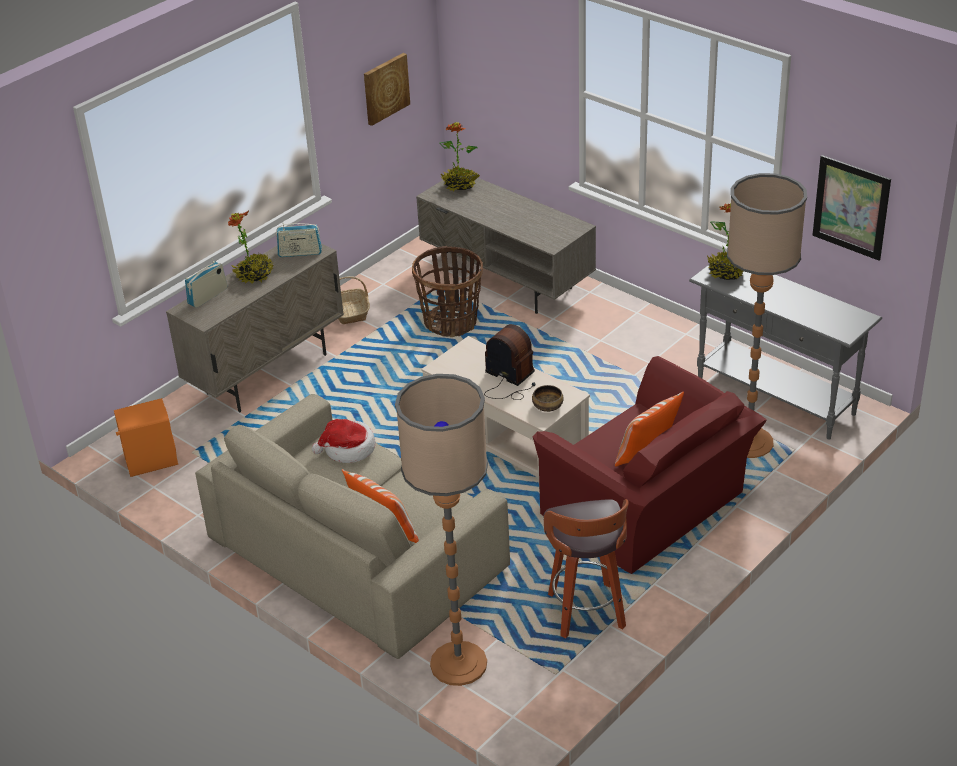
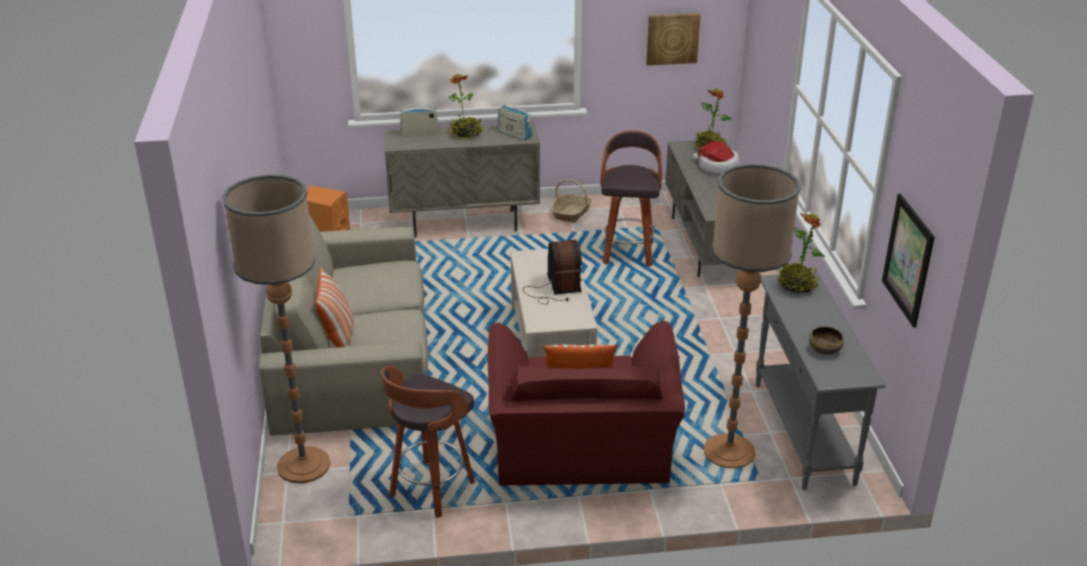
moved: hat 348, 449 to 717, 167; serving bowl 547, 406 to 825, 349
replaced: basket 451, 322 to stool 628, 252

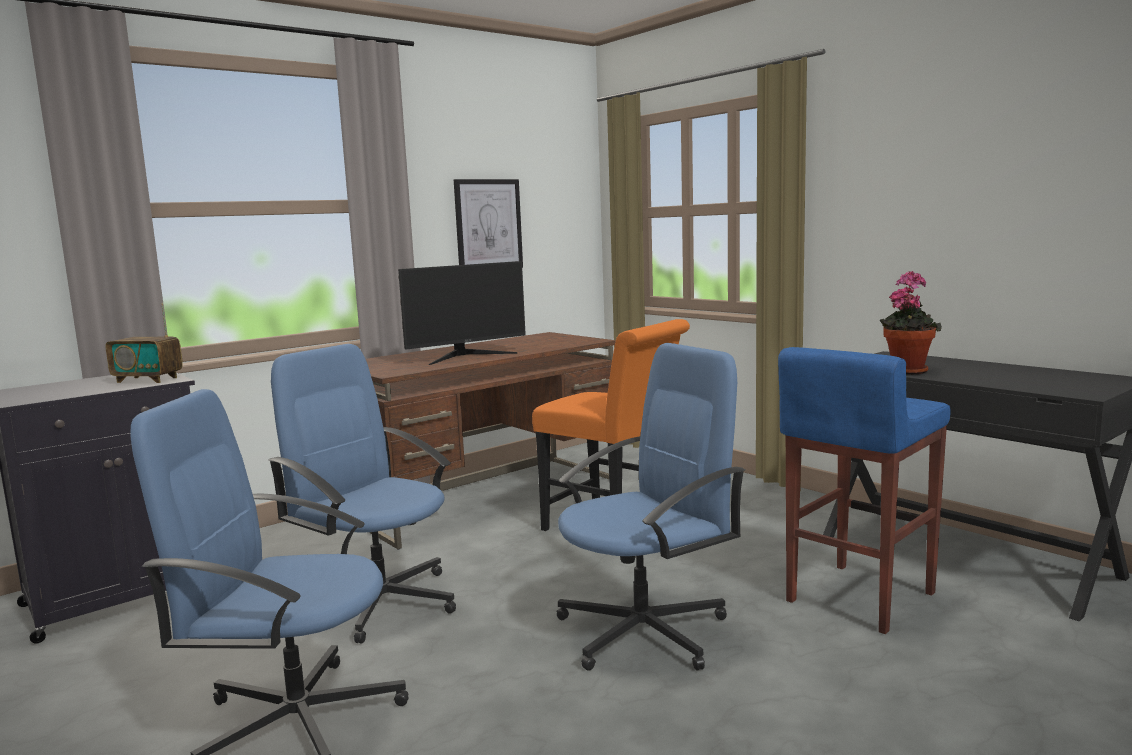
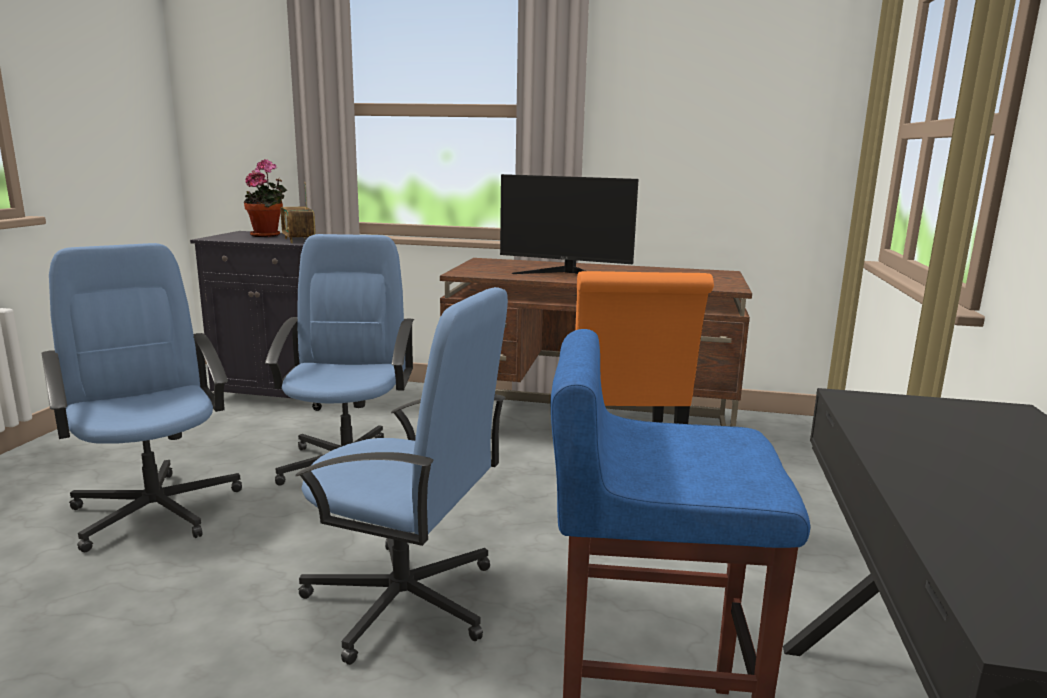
removed: picture 488, 225
moved: plant in a pot 907, 370 to 268, 235

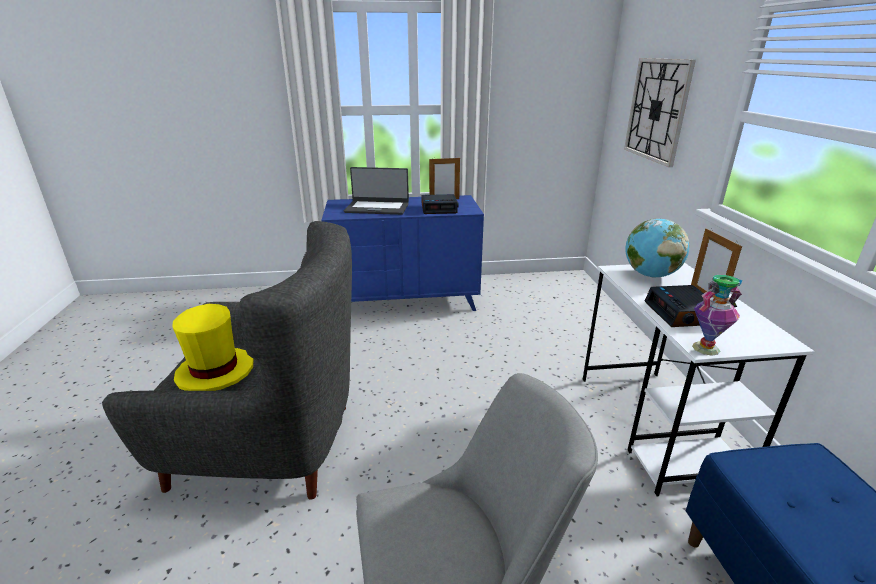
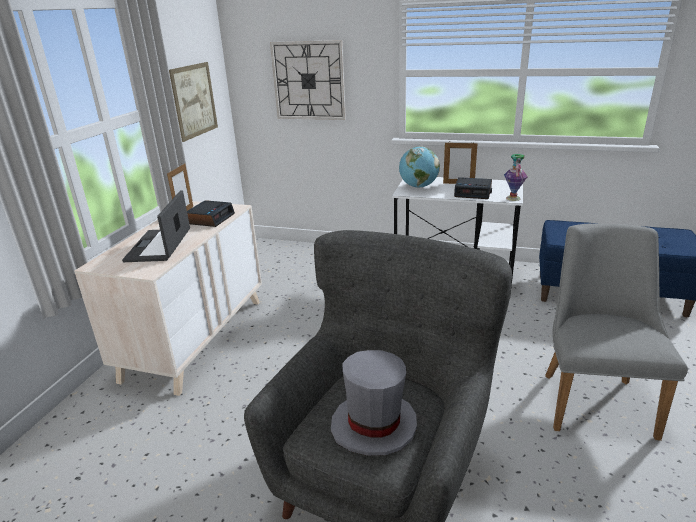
added: picture 193, 100
recoloured: hat in yellowish 215, 372 to hat in gray 374, 425; drawer chest in blue-coloured 405, 301 to drawer chest in beige 196, 338
turned: portable computer 377, 208 = 160, 245 150 degrees clockwise

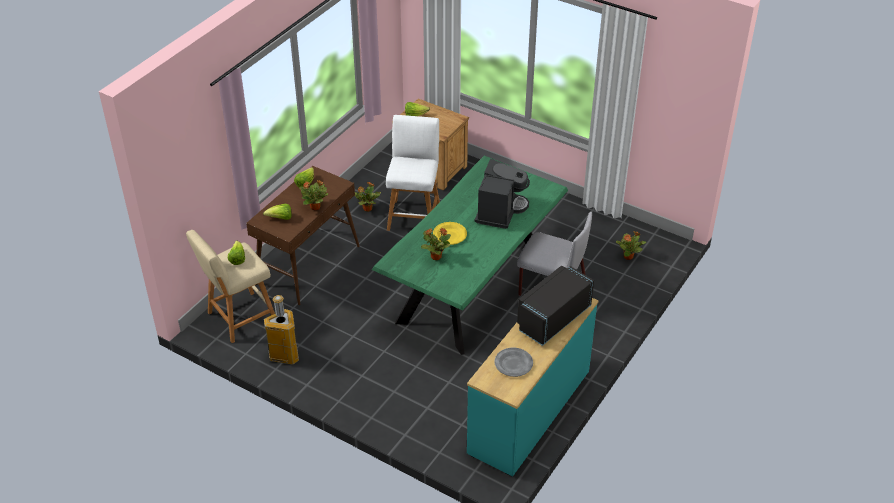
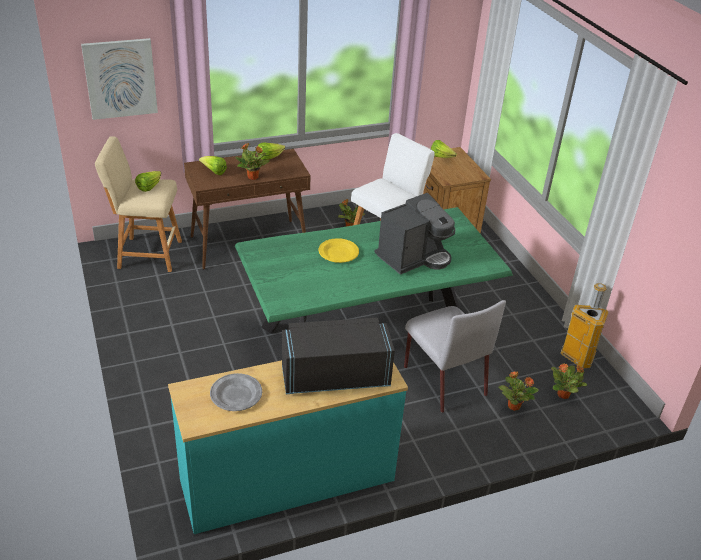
added: picture 120, 78
moved: trash can 284, 356 to 577, 357; plant in a pot 435, 256 to 513, 406

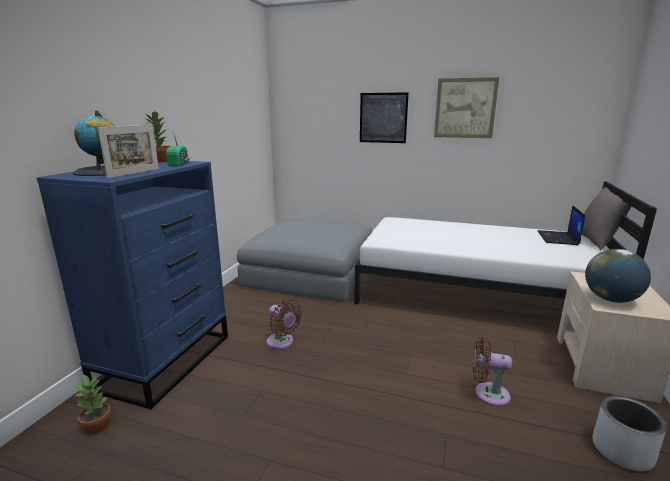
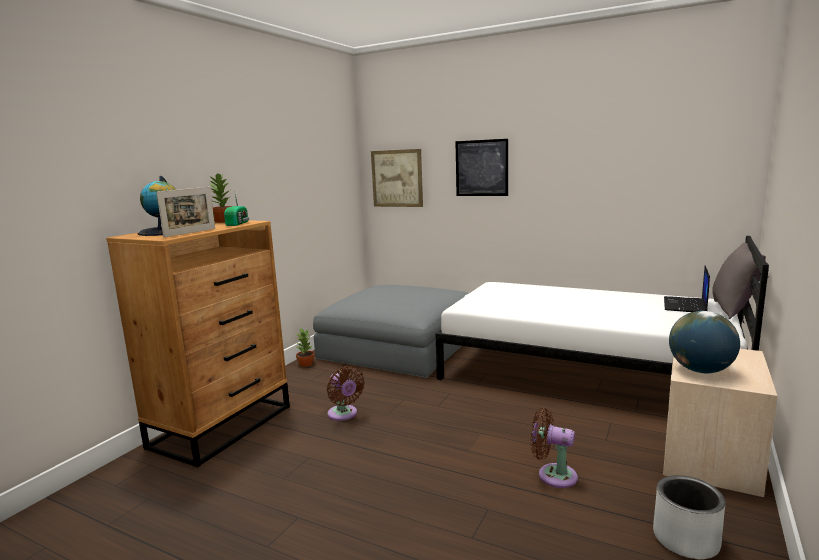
moved: plant in a pot 98, 426 to 306, 364; picture 465, 108 to 397, 178
recoloured: drawer chest in blue-coloured 166, 361 to drawer chest in brown 223, 426

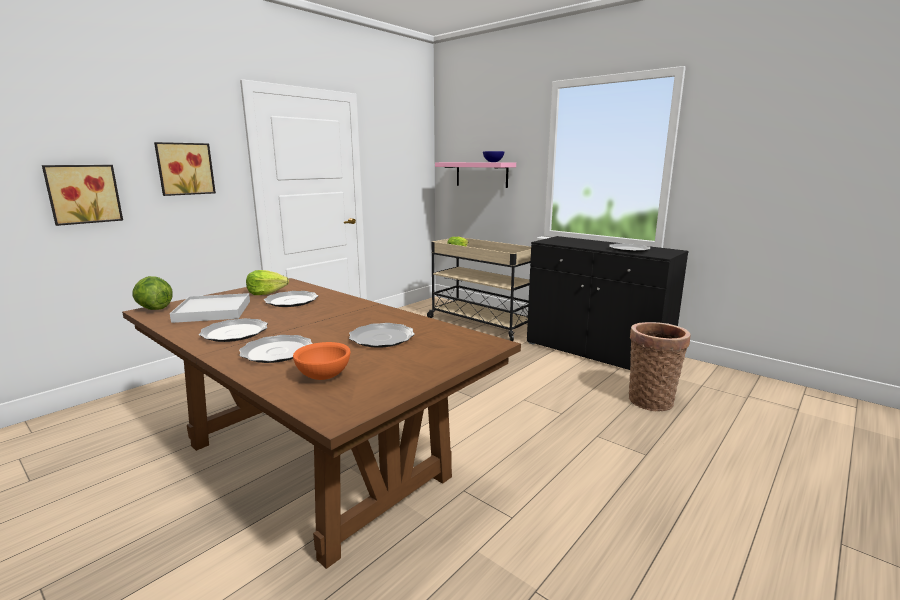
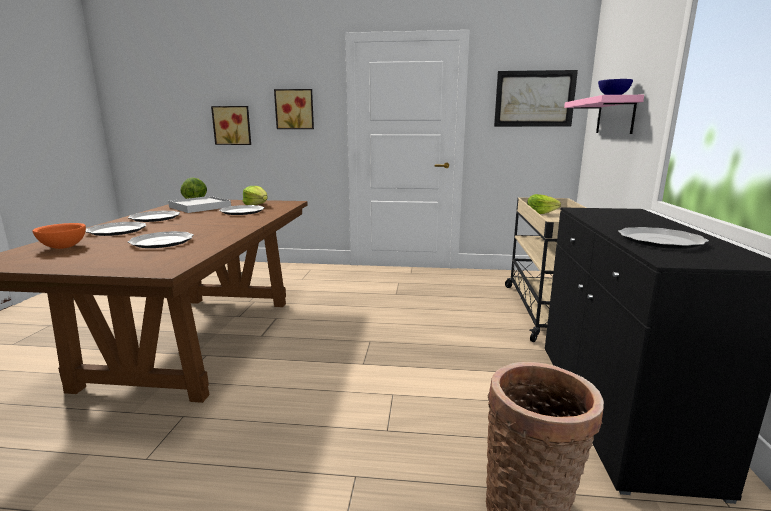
added: picture 534, 99

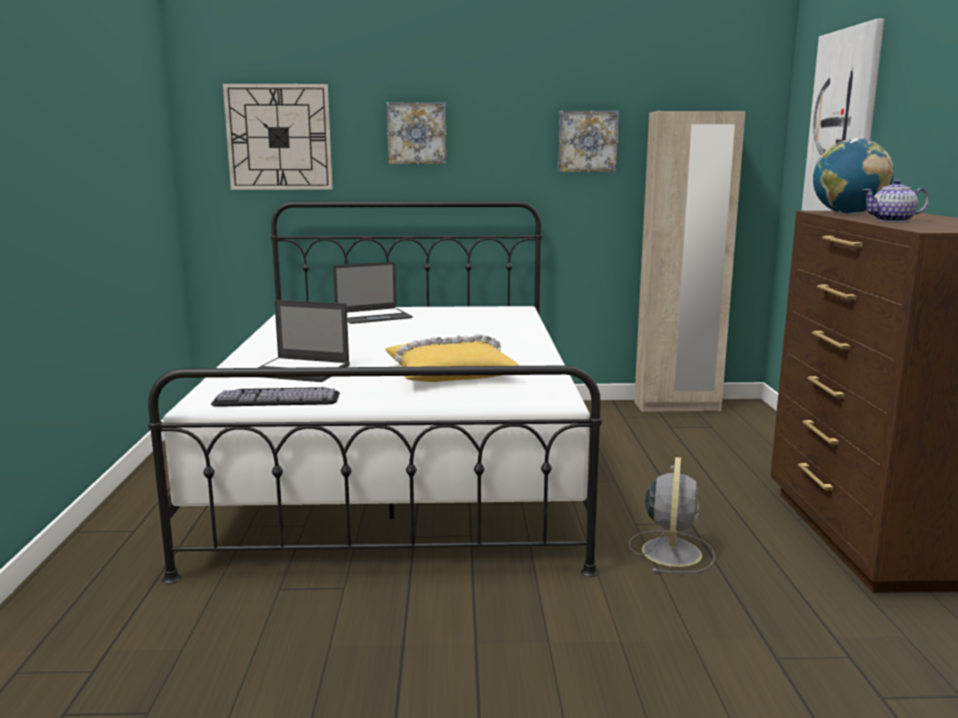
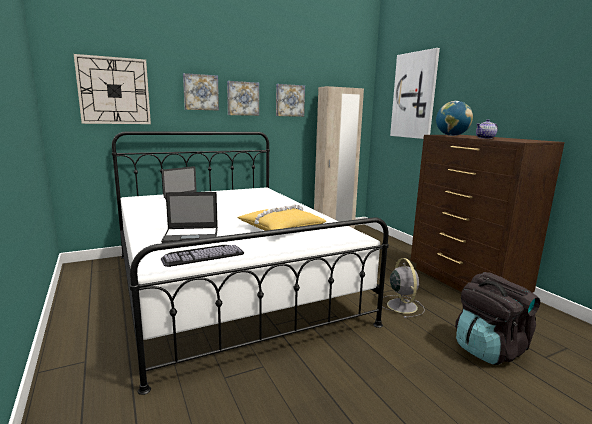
added: picture 242, 98; backpack in black 489, 349

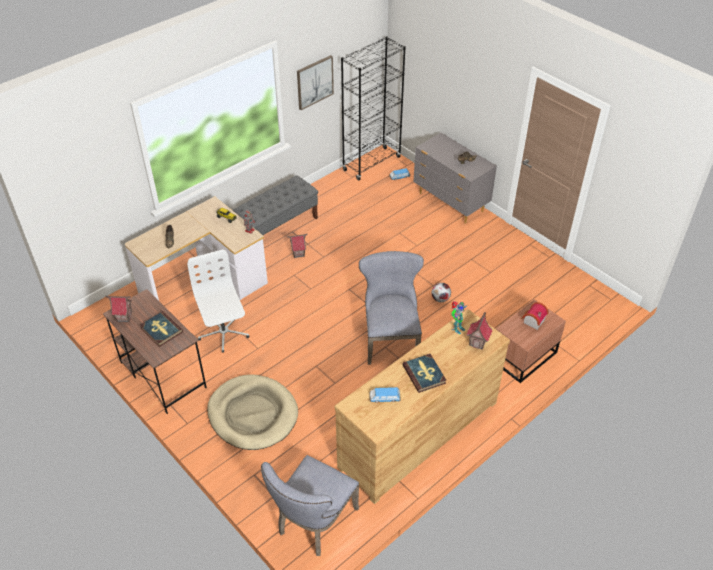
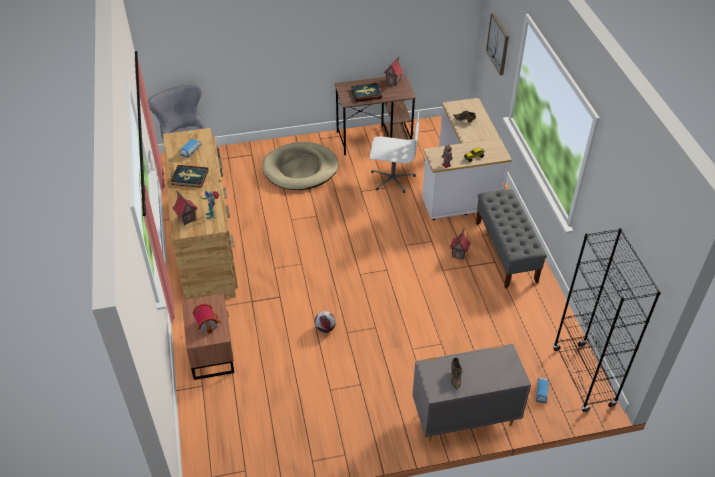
removed: plain chair in gray 390, 338
moved: picture 314, 82 to 498, 43

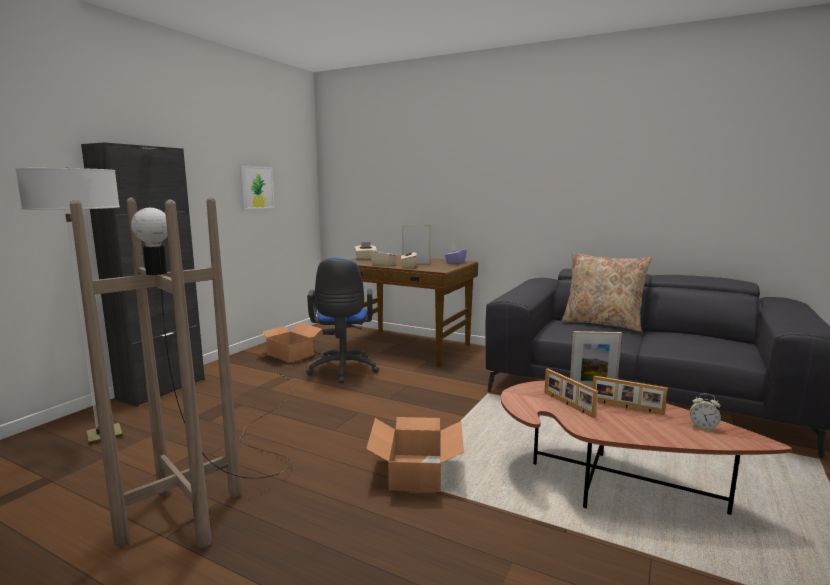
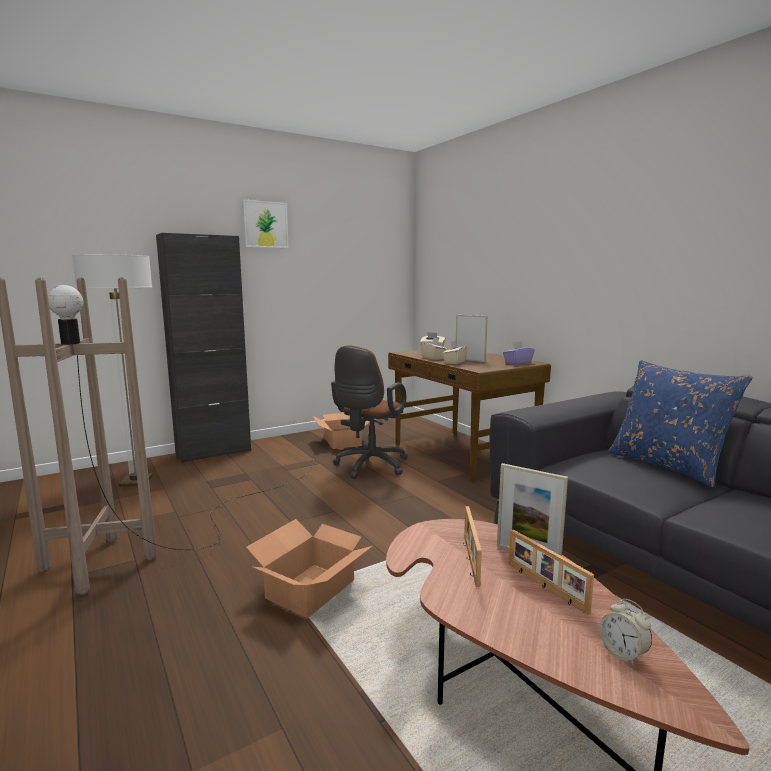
moved: picture 256, 187 to 265, 224
recoloured: computer chair in blue-coloured 343, 371 to computer chair in brown 369, 467; pillow in beige 602, 323 to pillow in blue-coloured 667, 465

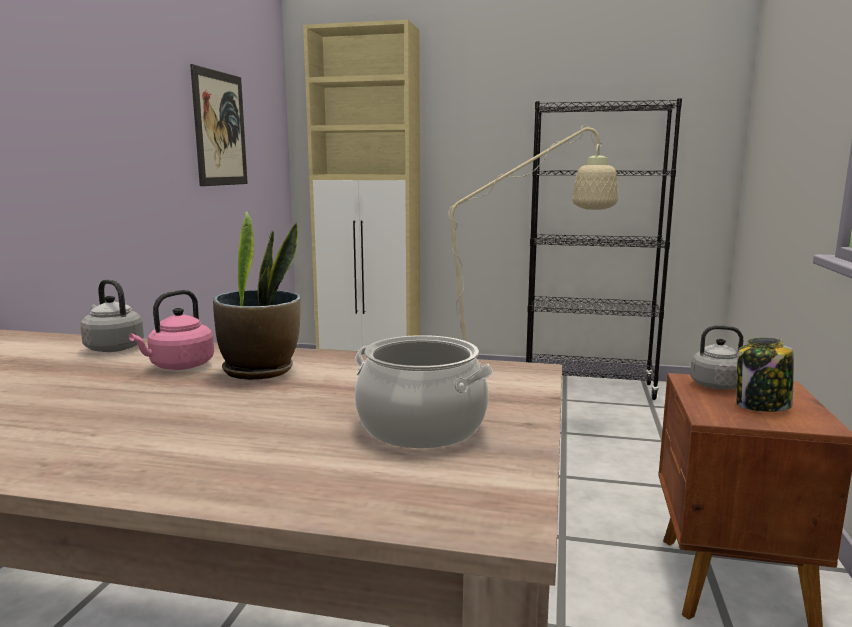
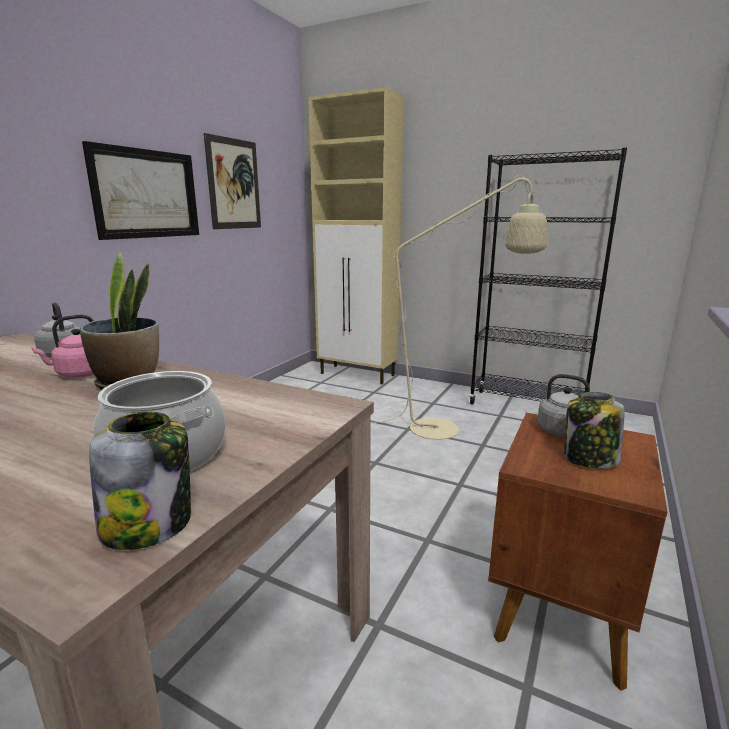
added: picture 146, 194; preserve jar 149, 524

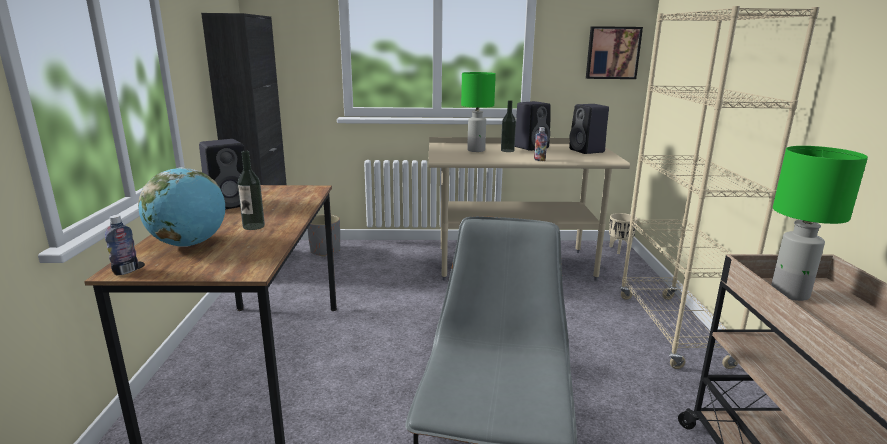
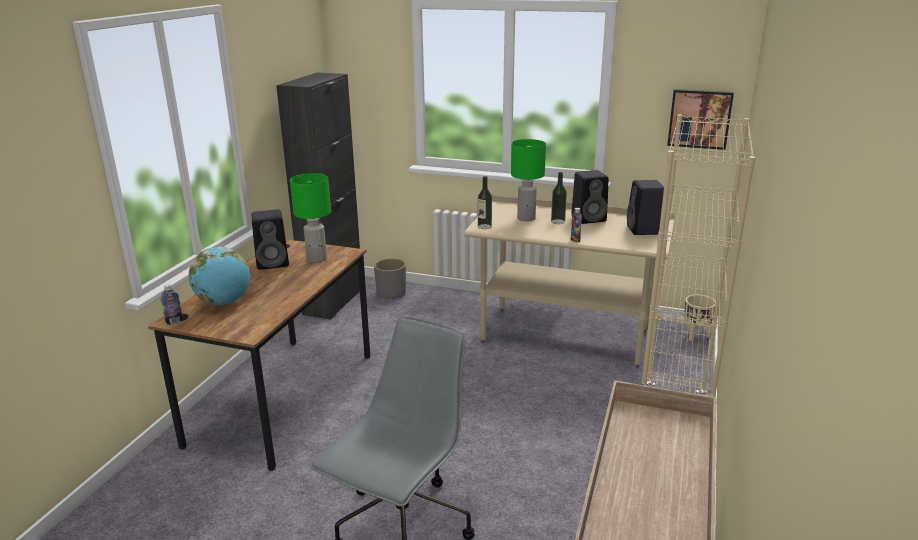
moved: bottle 253, 226 to 484, 226; table lamp in green 790, 293 to 317, 259

